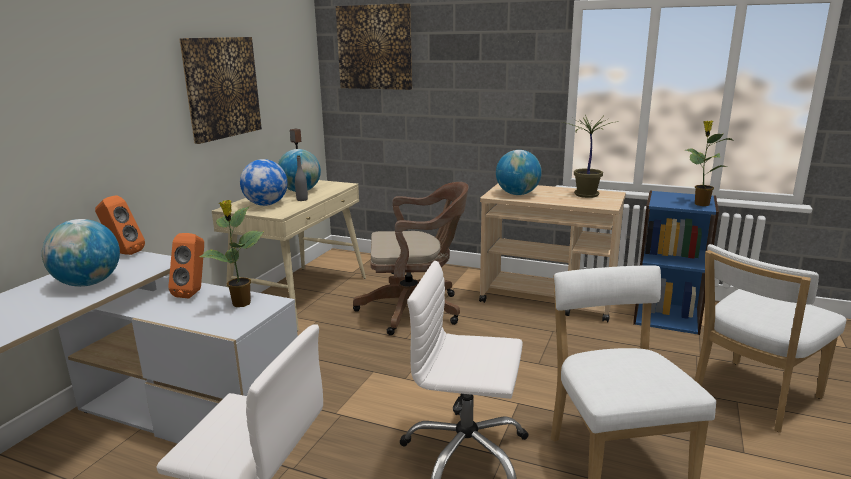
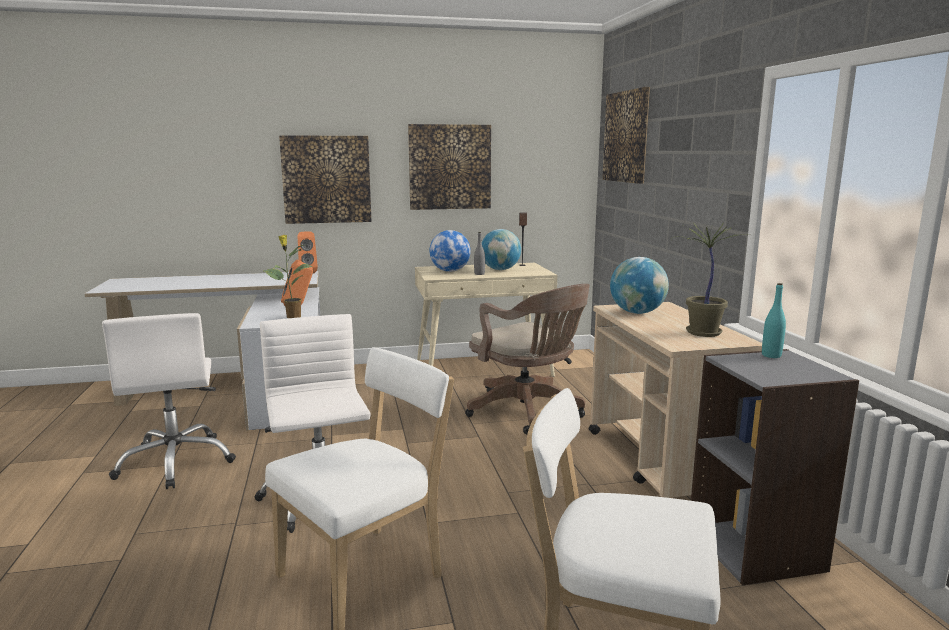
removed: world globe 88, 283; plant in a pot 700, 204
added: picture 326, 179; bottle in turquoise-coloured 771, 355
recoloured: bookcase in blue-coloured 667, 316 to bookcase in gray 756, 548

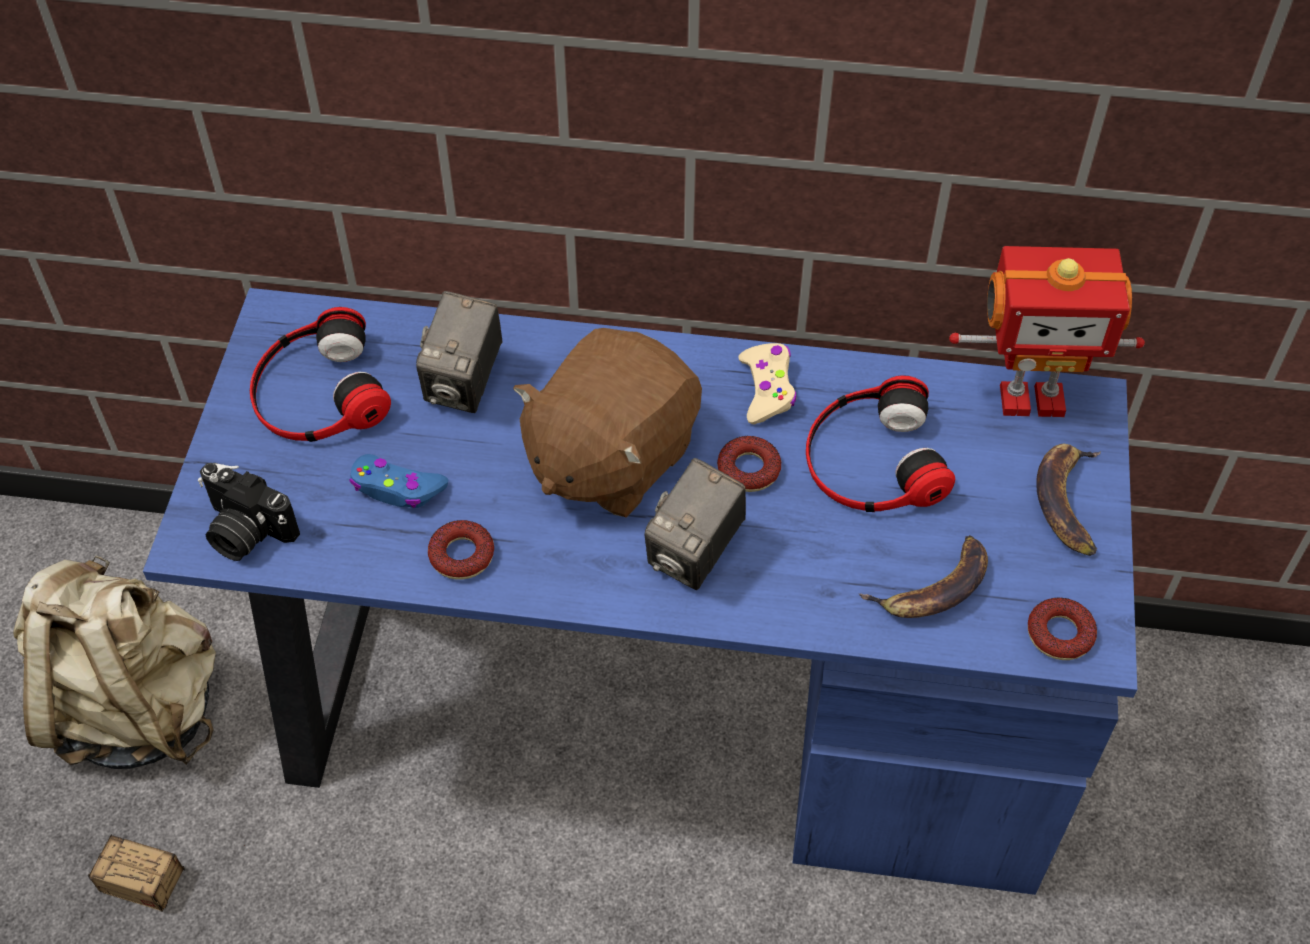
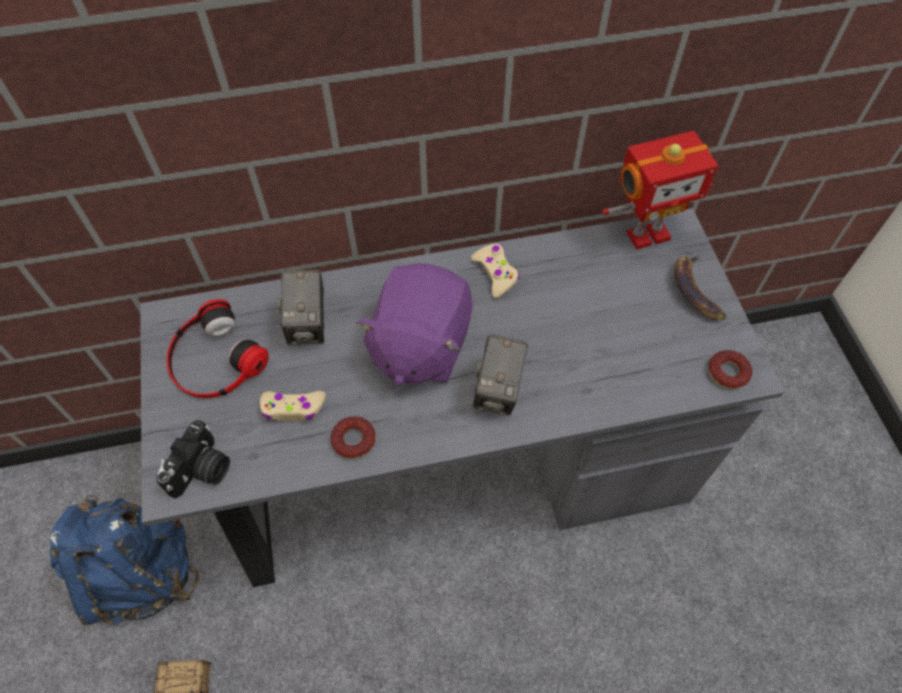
removed: donut 749, 469; pair of headphones 872, 459; banana 934, 589
recoloured: backpack in beige 137, 708 to backpack in blue-coloured 143, 572; desk in blue-coloured 655, 710 to desk in gray 450, 468; game controller in blue-coloured 397, 488 to game controller in beige 293, 408; plush toy in brown 609, 457 to plush toy in purplish 419, 345
turned: still camera 244, 531 = 202, 471 75 degrees counterclockwise

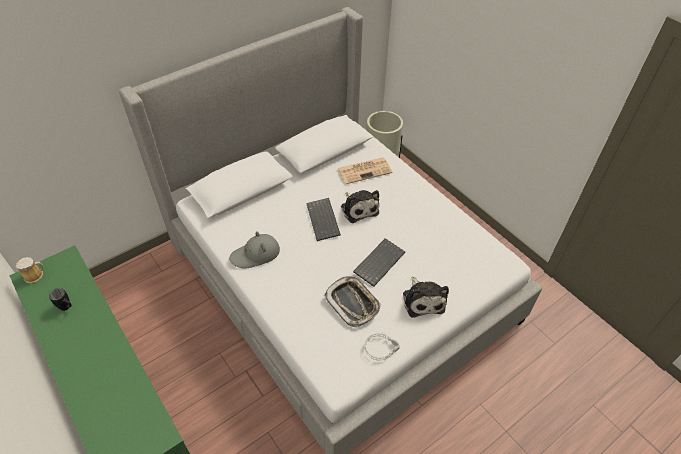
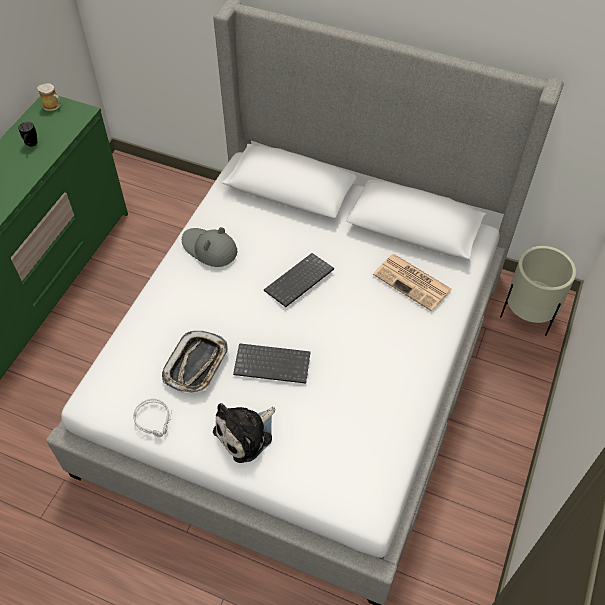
removed: plush toy 359, 208

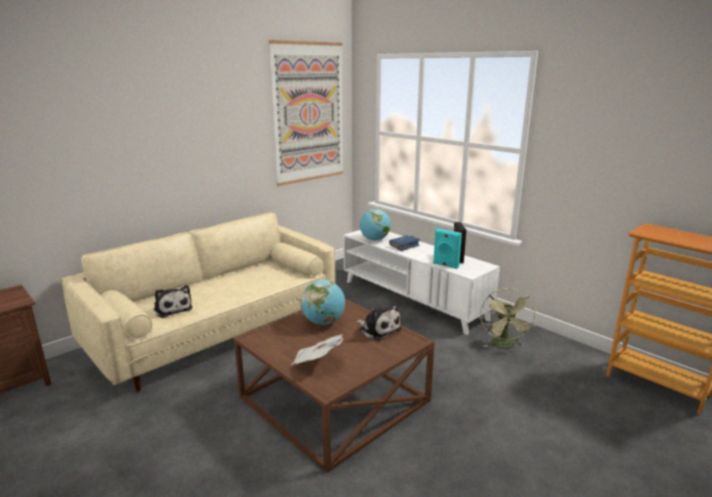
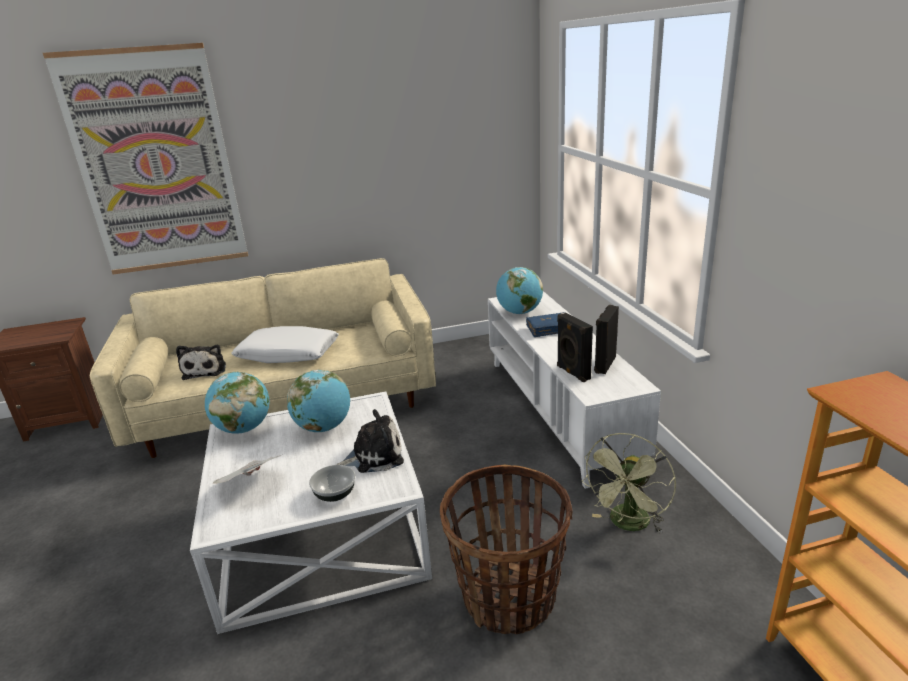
added: world globe 244, 428; pillow in white 288, 354; serving bowl 335, 494; basket 509, 598
moved: picture 309, 113 to 155, 163
recoloured: coffee table in brown 333, 398 to coffee table in white 320, 532; audio speaker in turquoise-coloured 445, 265 to audio speaker in black 572, 373
turned: plush toy 378, 329 = 374, 456 90 degrees counterclockwise

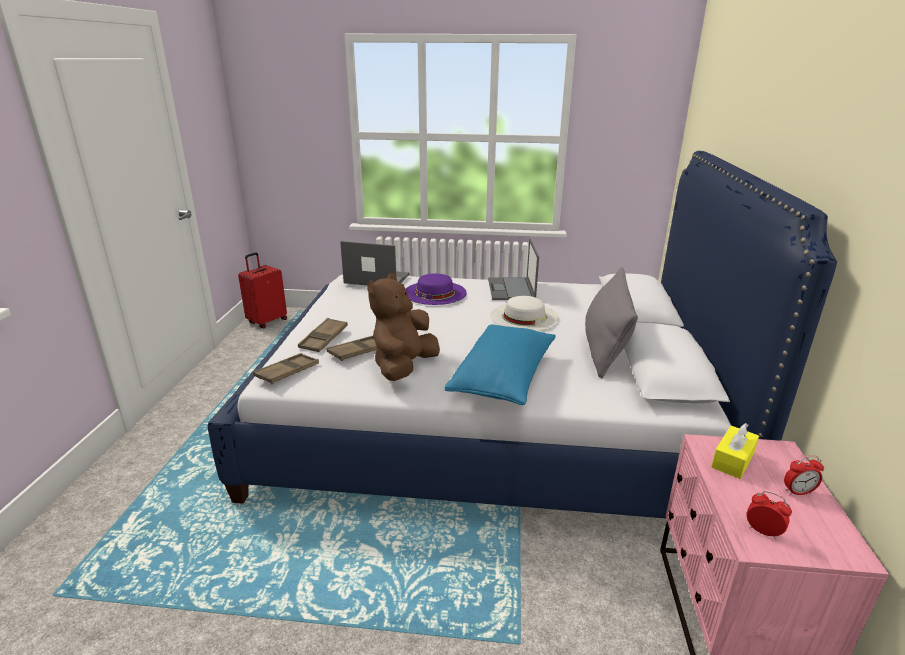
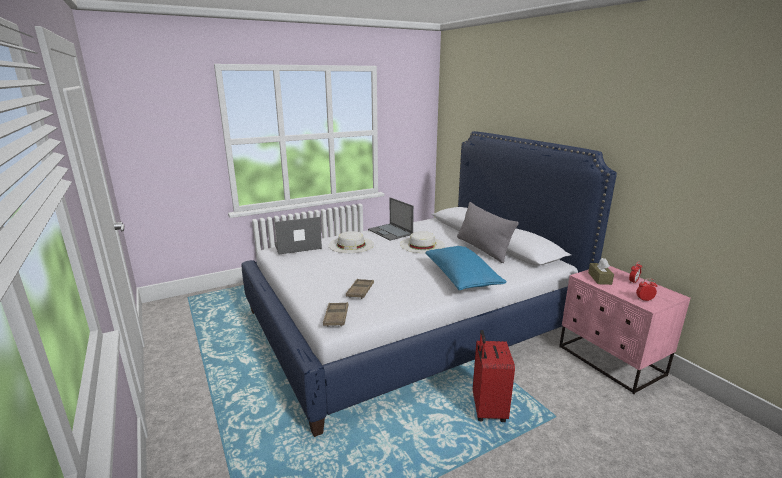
removed: serving tray in brown 324, 339; plush toy in brown 404, 367
moved: piece of luggage in red-coloured 267, 321 to 487, 409
recoloured: hat in purplish 435, 292 to hat in white 351, 245; tissue box in yellowish 732, 460 to tissue box in brown 599, 278

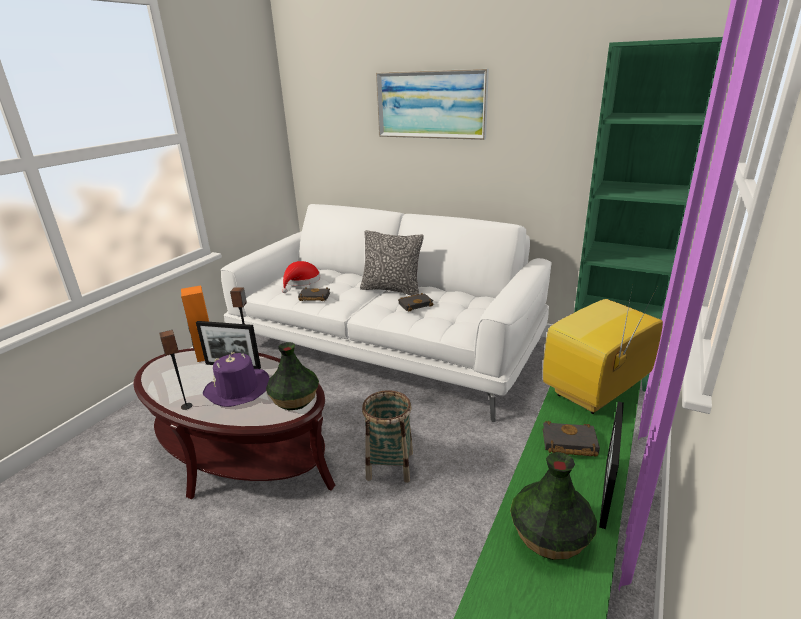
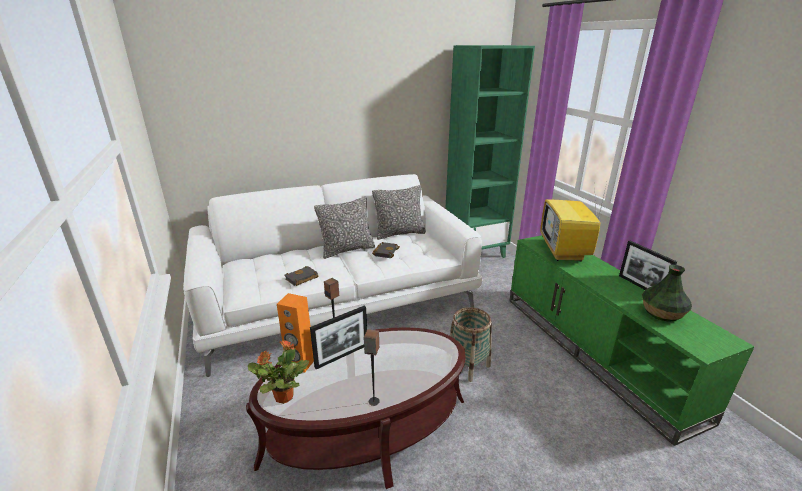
removed: hat in purplish 237, 389; decorative vase 295, 399; hat in red-coloured 301, 281; picture 431, 104; book in black 568, 443
added: plant in a pot 283, 397; pillow 399, 233

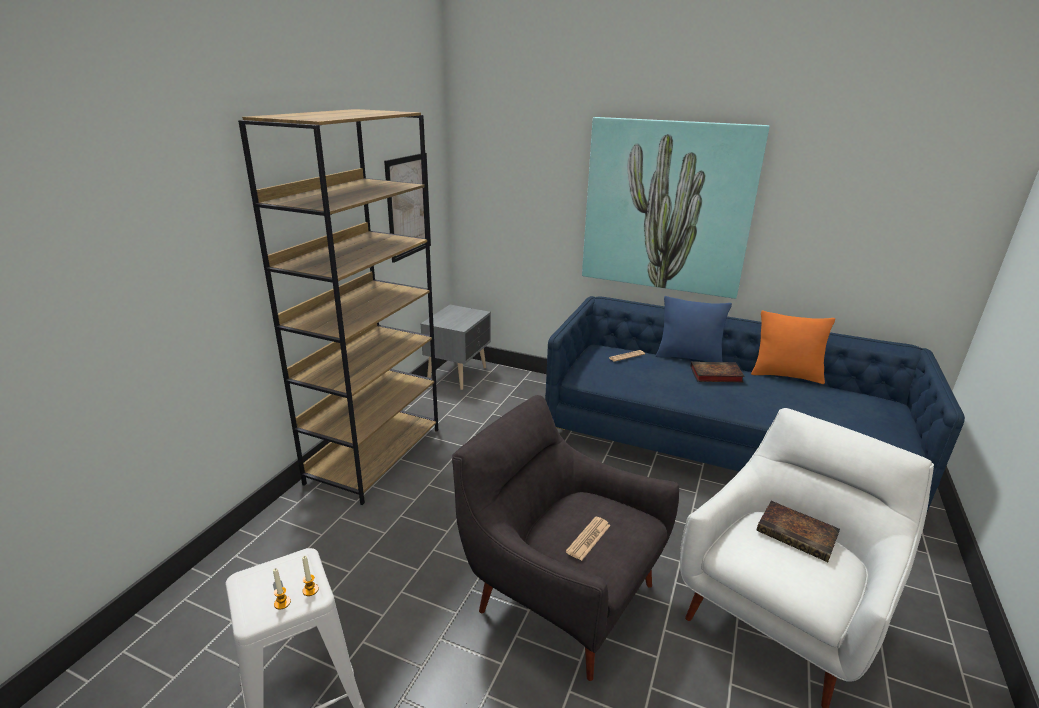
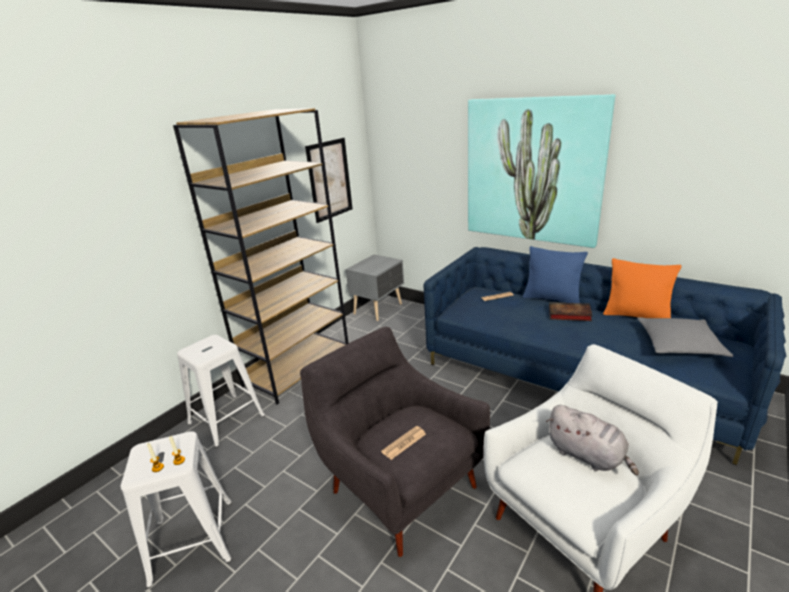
added: stool in white 226, 419; pillow in gray 679, 344
replaced: book 798, 534 to plush toy in gray 588, 456

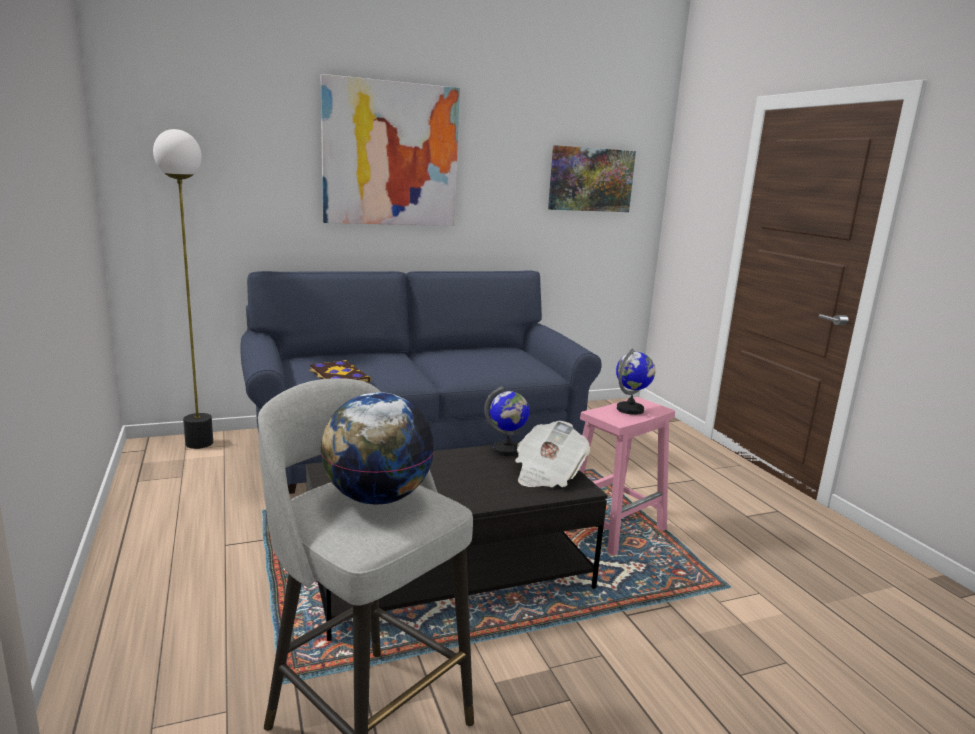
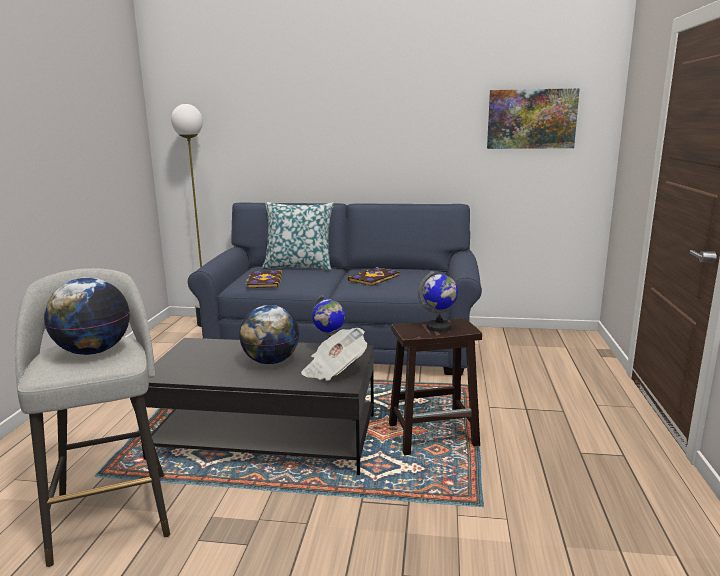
removed: picture 390, 154
added: world globe 270, 361; pillow 299, 266; book 374, 278
recoloured: stool in pink-coloured 615, 527 to stool in brown 434, 434

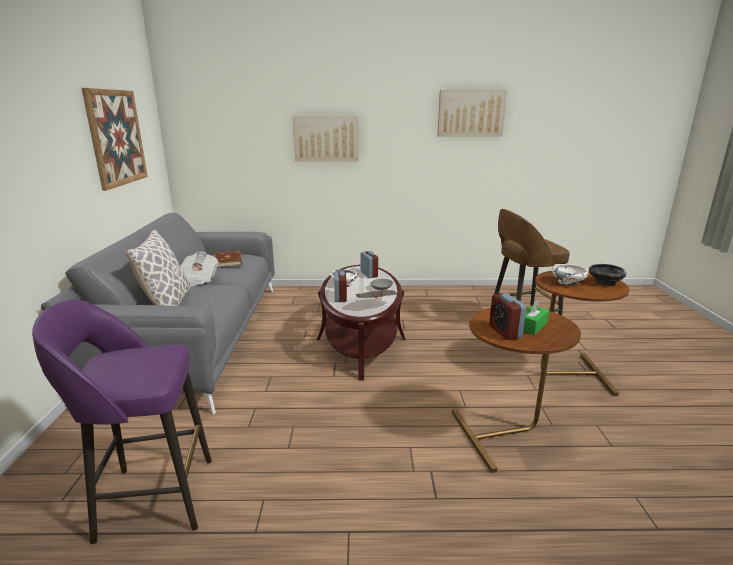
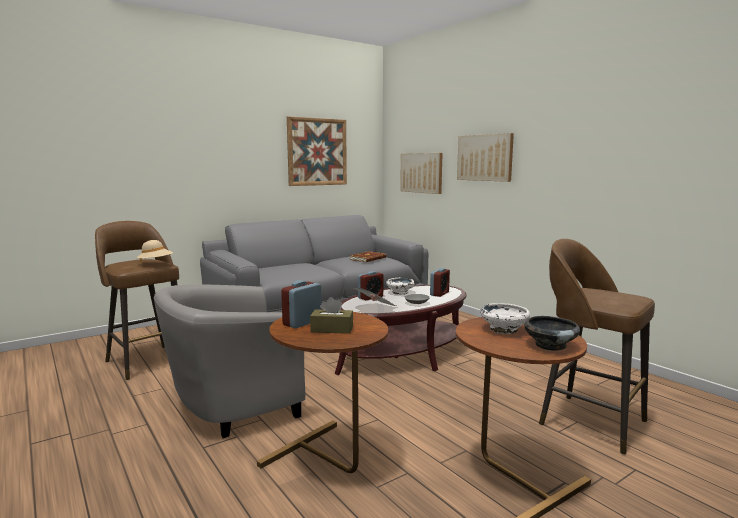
removed: pillow 167, 304; newspaper 198, 279
added: hat in beige 155, 263; armchair in gray 231, 406
moved: picture 471, 113 to 421, 173
recoloured: stool in purplish 152, 498 to stool in brown 146, 361; tissue box in green 532, 326 to tissue box in brown 332, 329

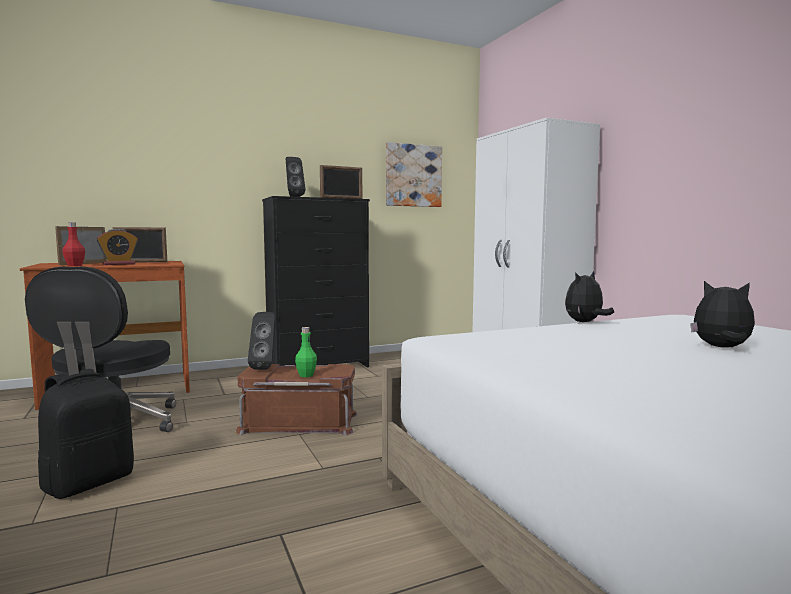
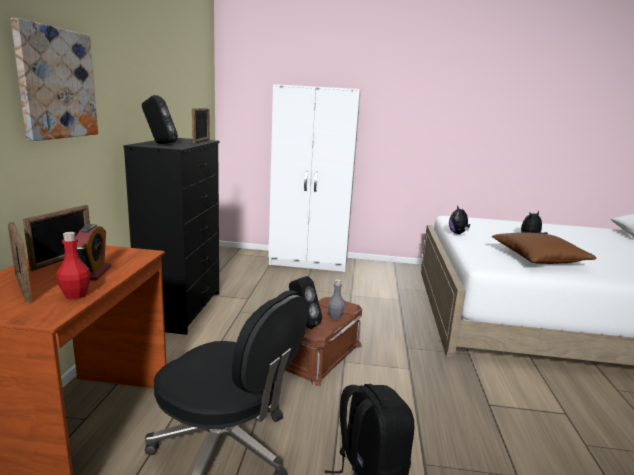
added: pillow in brown 538, 259
moved: picture 413, 175 to 56, 84
recoloured: bottle in green 306, 375 to bottle in gray 335, 317

